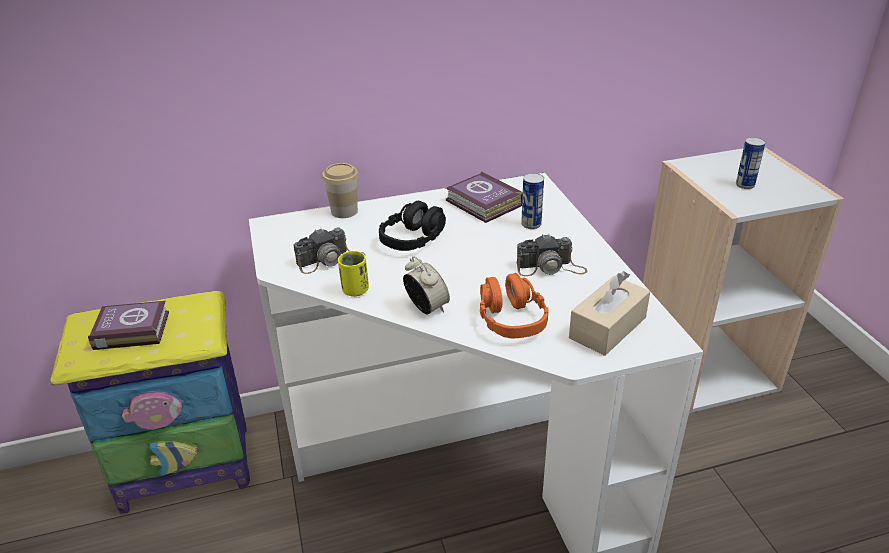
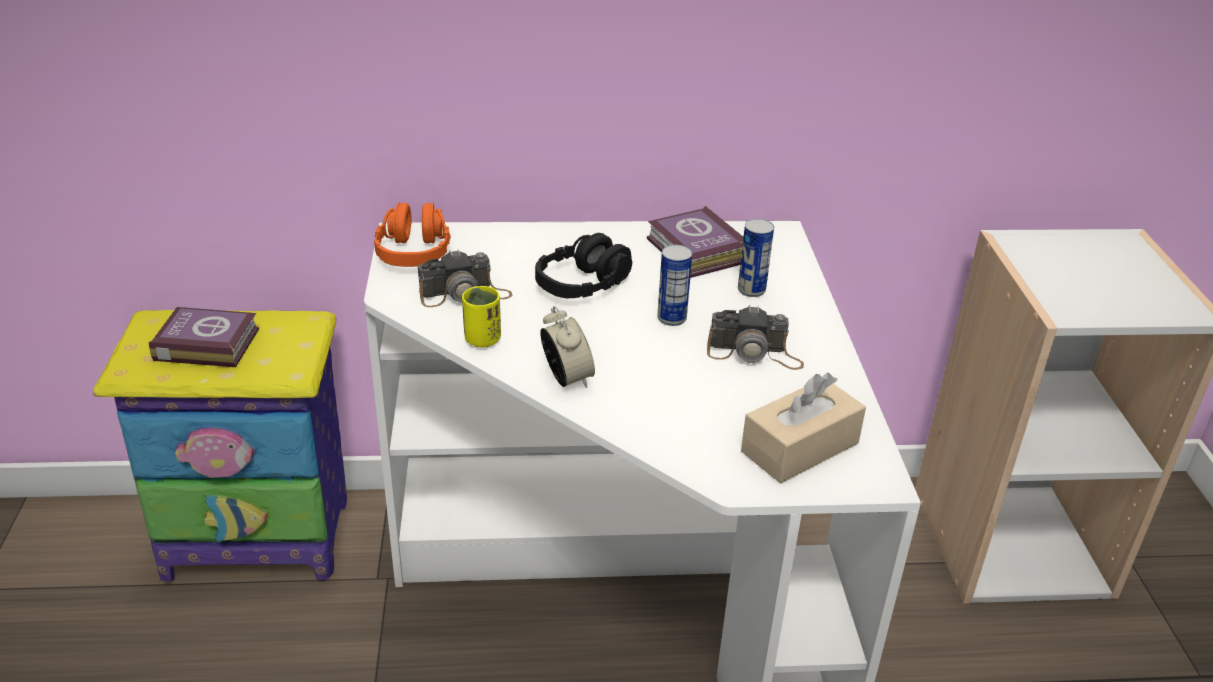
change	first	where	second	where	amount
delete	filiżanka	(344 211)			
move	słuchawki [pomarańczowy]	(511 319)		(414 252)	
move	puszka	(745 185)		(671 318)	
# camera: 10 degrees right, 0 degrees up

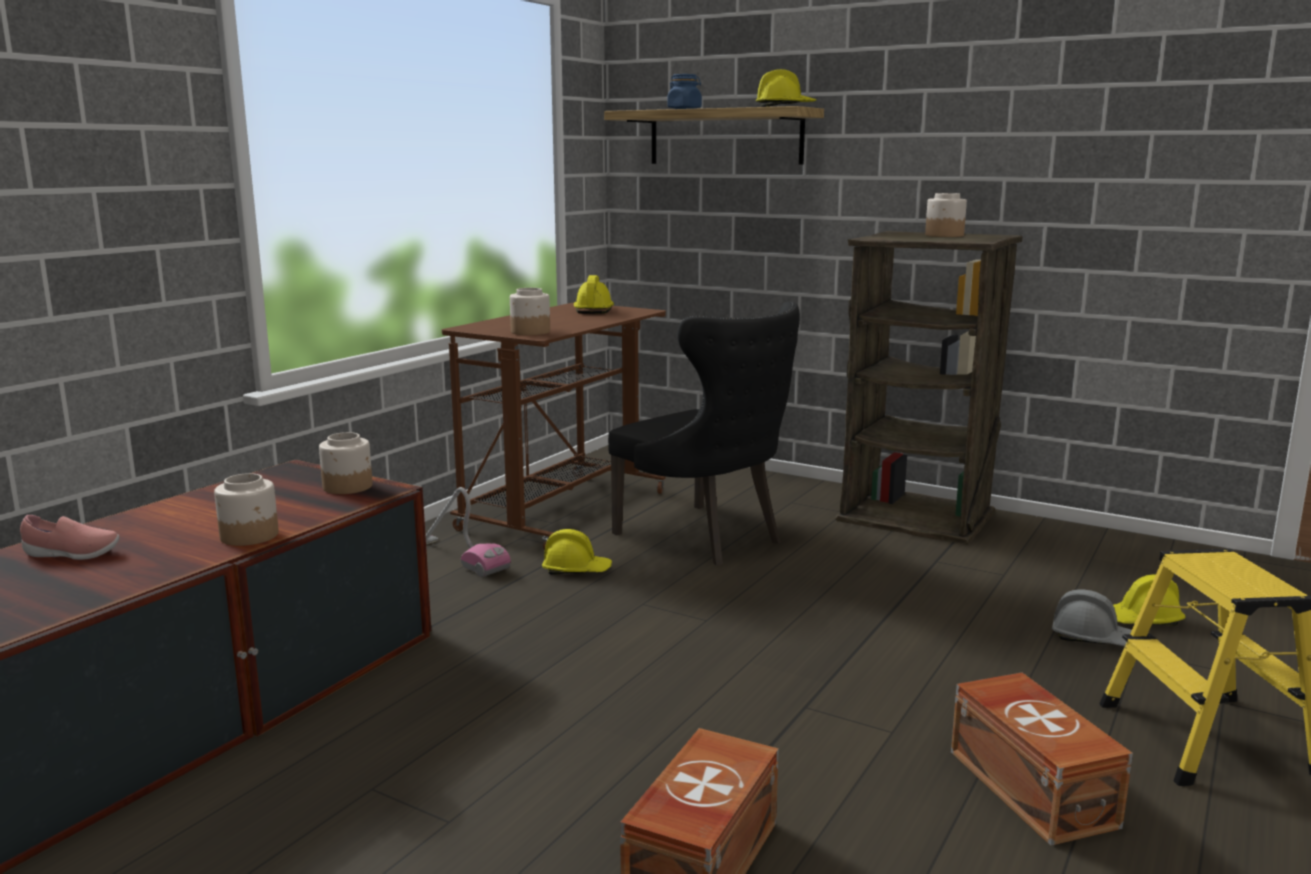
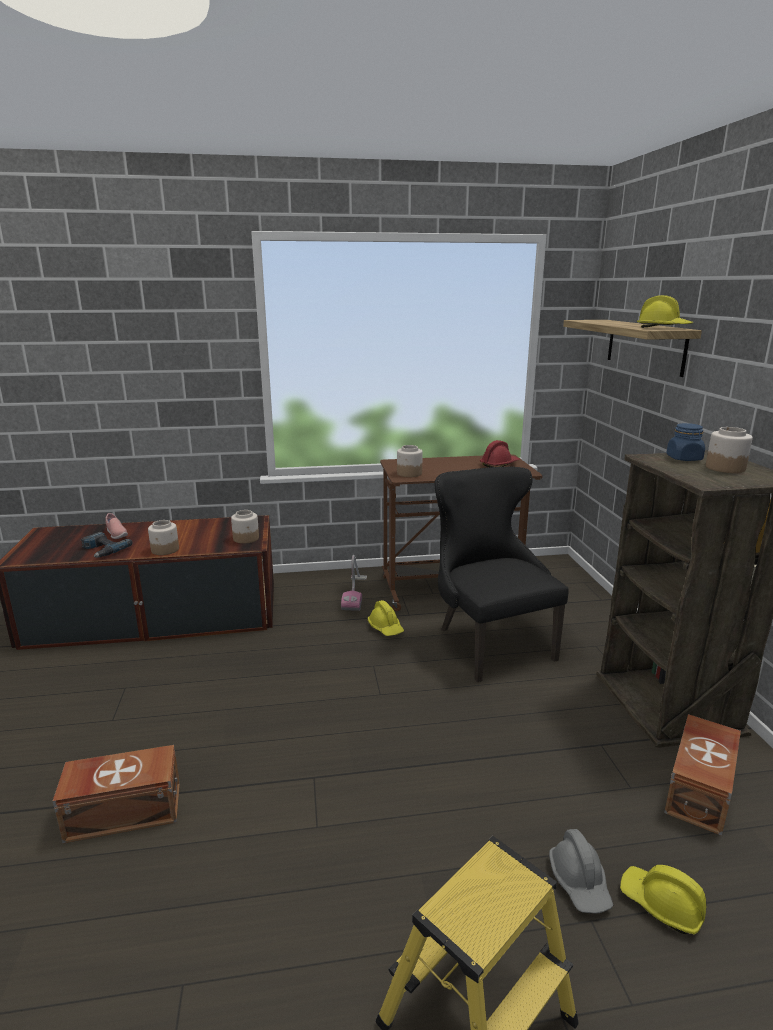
change	first	where	second	where	amount
insert			wiertarka	(102 550)	
move	słoik [niebieski]	(684 109)		(684 458)	
move	pojemnik do przechowywania [brązowy]	(1031 786)		(701 789)	
recolor	kask [żółty]	(594 310)	kask [czerwony]	(499 464)	
rotate	krzesło [czarny]	(706 537)		(489 643)	150 degrees clockwise
# camera: 50 degrees right, 5 degrees up

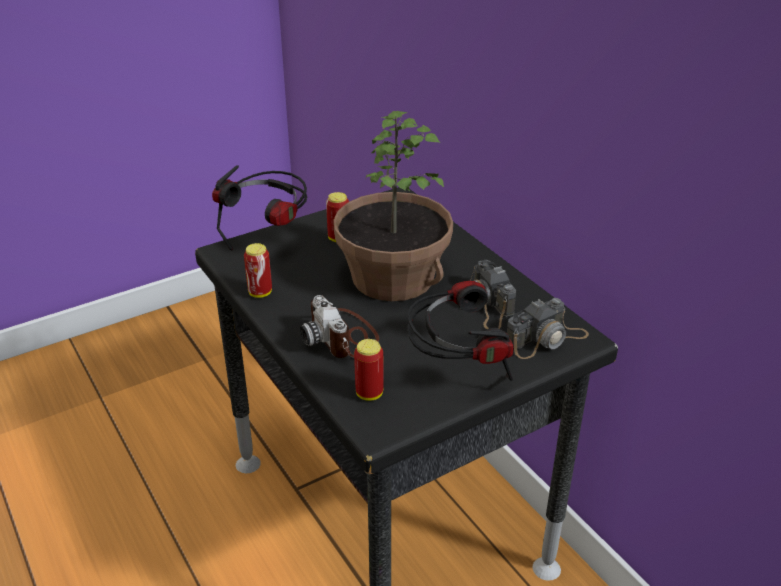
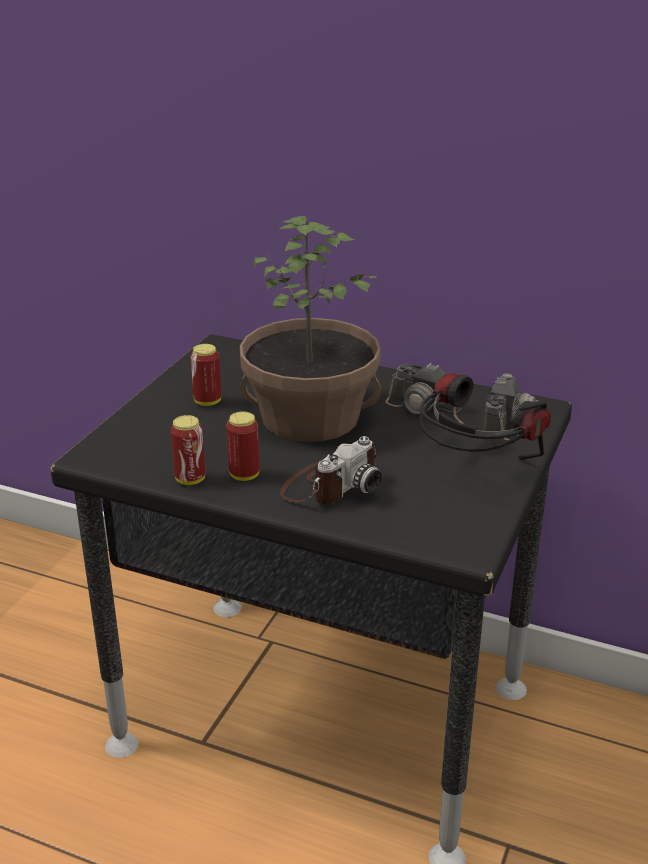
change	first	where	second	where	amount
delete	słuchawki	(269 238)			
move	puszka	(369 393)		(244 475)	
rotate	aparat fotograficzny	(342 336)		(330 485)	75 degrees counterclockwise
# camera: 35 degrees left, 5 degrees down

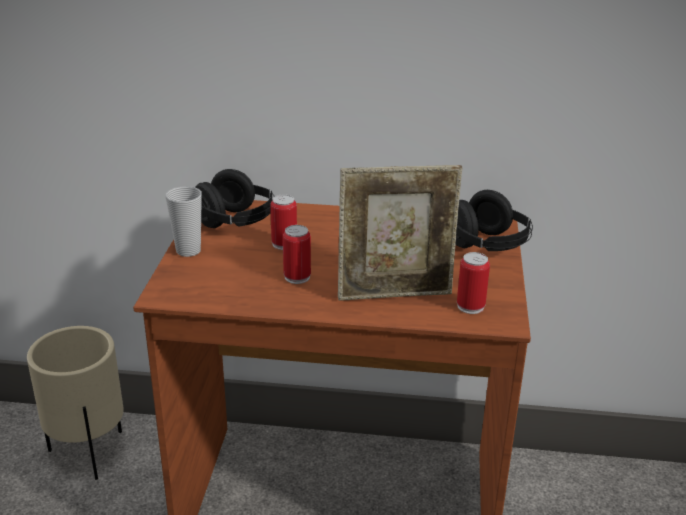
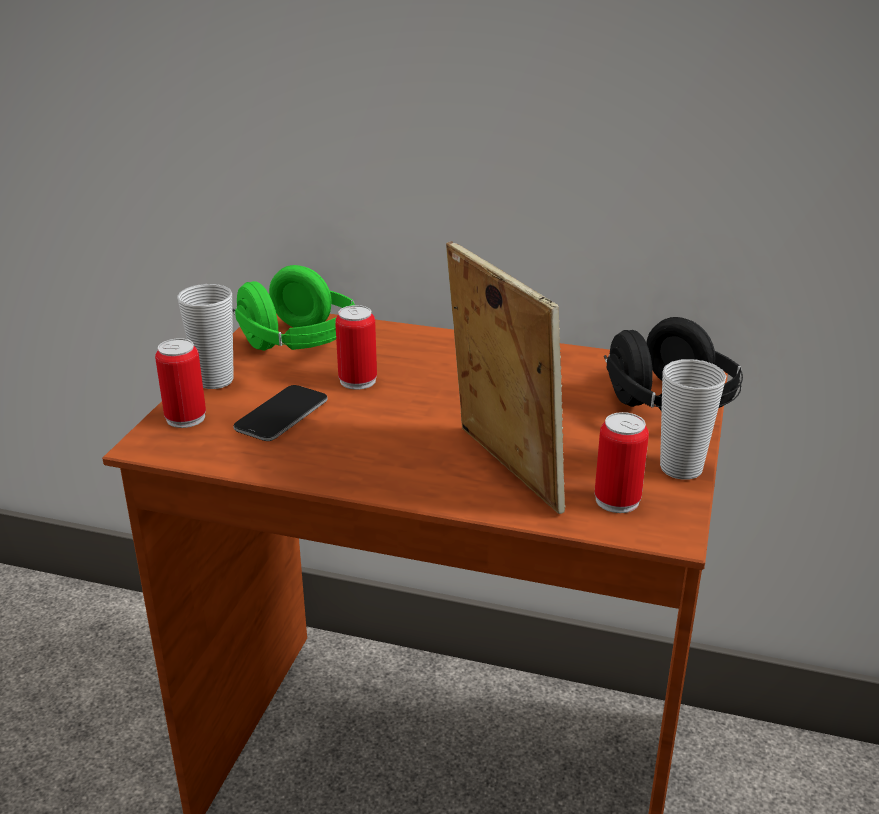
change	first	where	second	where	amount
delete	donica [beżowy]	(90 454)			
insert			telefon	(281 415)	
insert			filiżanka	(681 468)	
move	puszka	(297 277)		(185 418)	
recolor	słuchawki [czarny]	(236 222)	słuchawki [zielony]	(299 345)	
rotate	ramka na zdjęcie	(395 294)		(501 470)	120 degrees counterclockwise
# camera: 10 degrees right, 0 degrees up

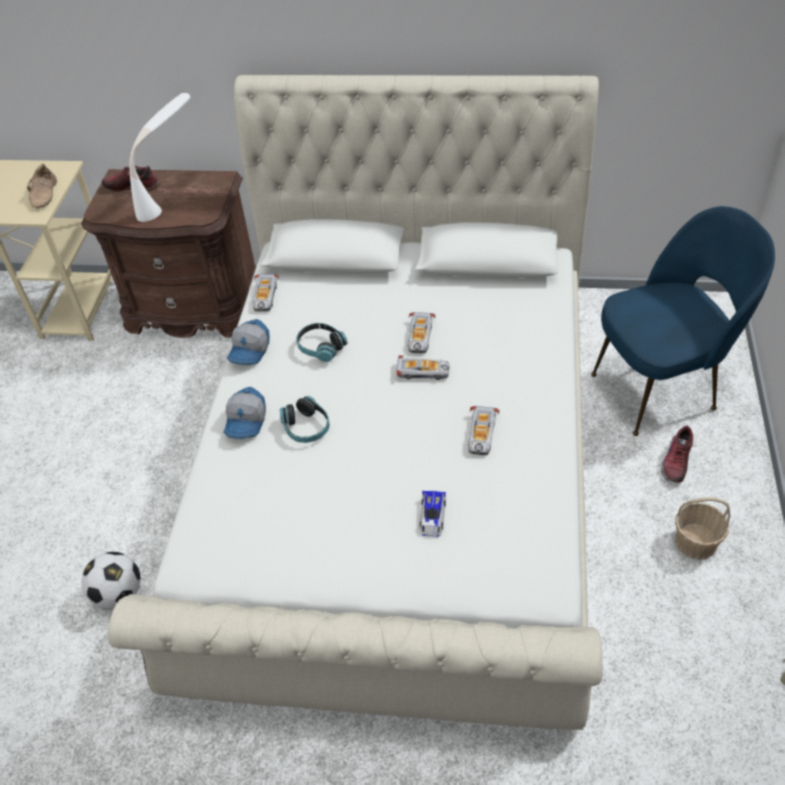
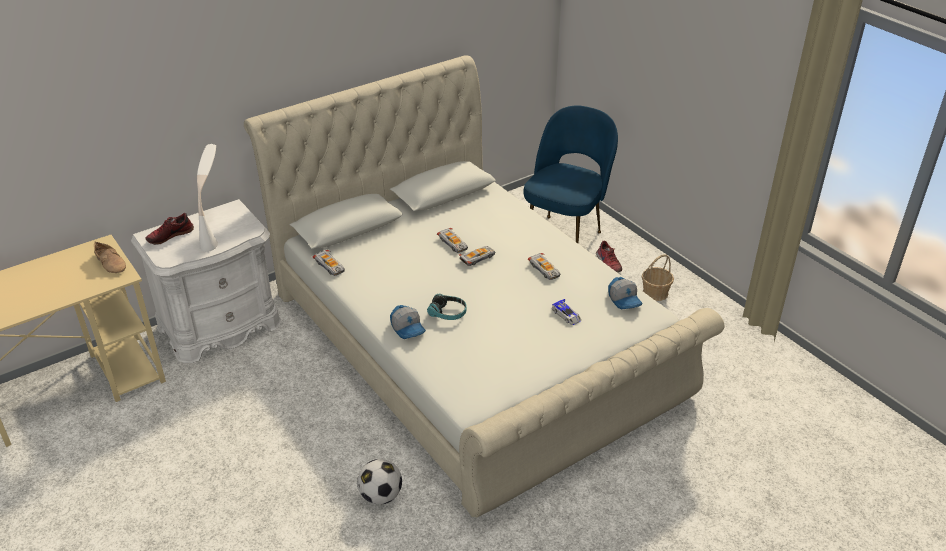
change	first	where	second	where	amount
delete	słuchawki	(321 347)			
move	czapka z daszkiem	(250 350)		(625 300)	
recolor	szafka nocna [brązowy]	(193 309)	szafka nocna [biały]	(223 328)	
# camera: 45 degrees left, 10 degrees down

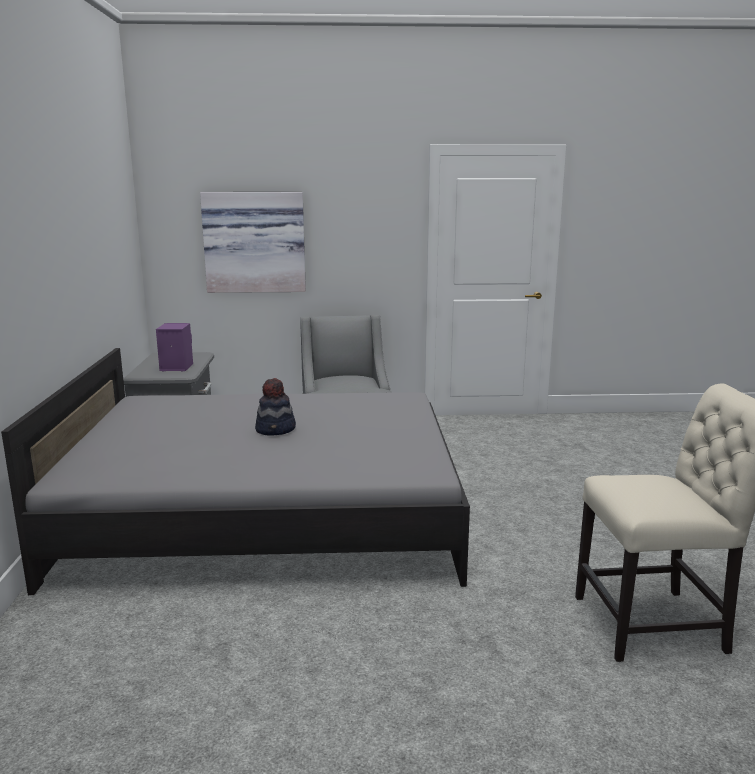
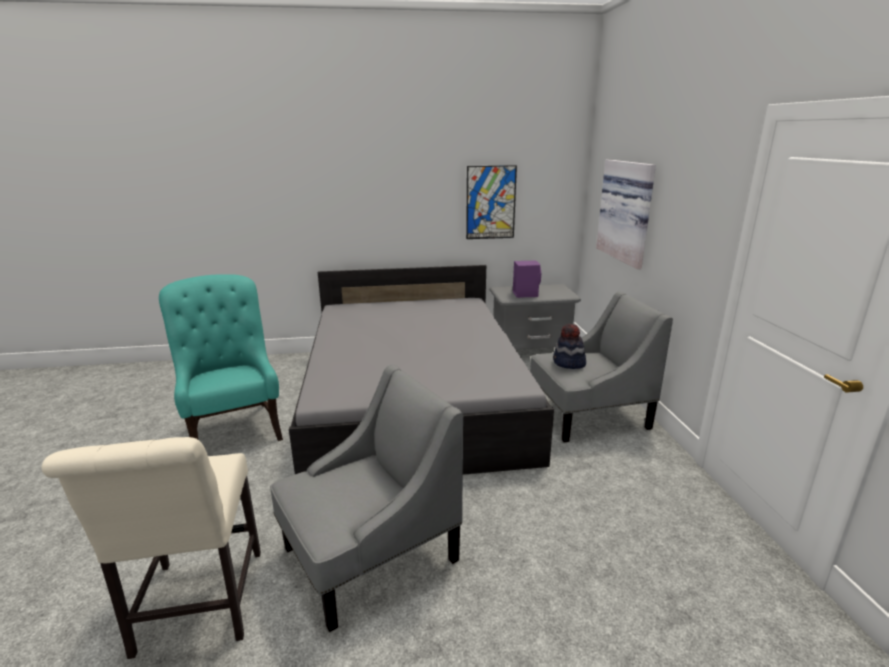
change	first	where	second	where	amount
insert			krzesło [turkusowy]	(234 429)	
insert			fotel [szary]	(370 554)	
insert			obraz	(490 202)	
move	kapelusz	(276 429)		(568 363)	
# camera: 85 degrees right, 5 degrees up

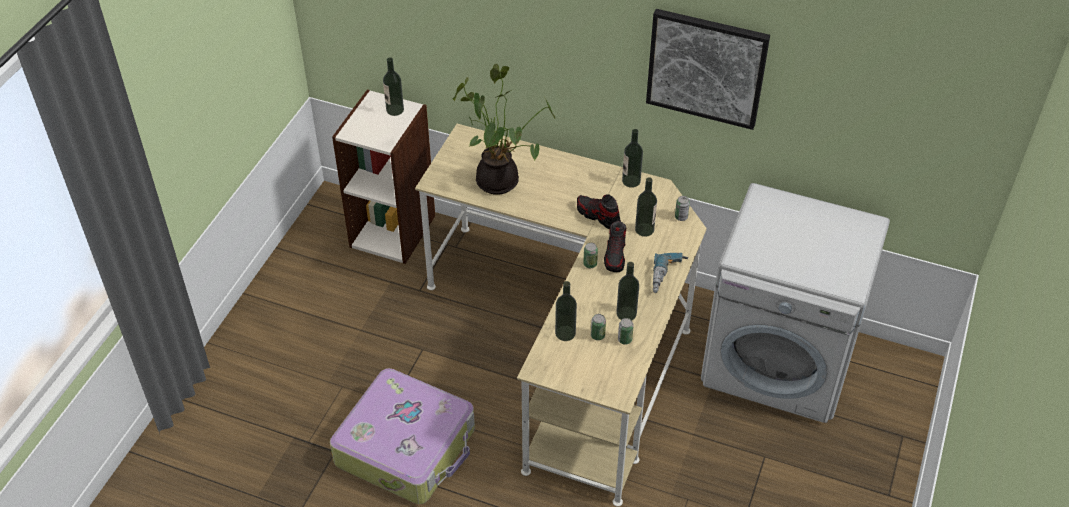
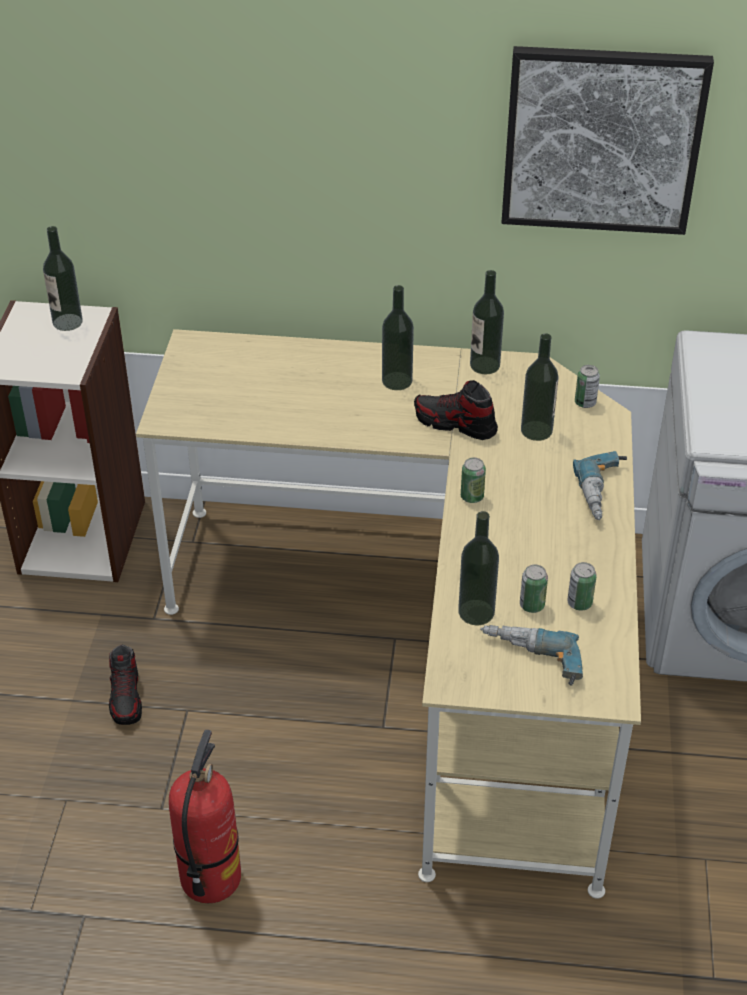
change	first	where	second	where	amount
delete	roślina doniczkowa	(500 180)			
insert			wiertarka	(529 661)	
move	but	(615 255)		(126 698)	
move	butelka	(626 314)		(397 381)	
replace	walizka	(407 446)	gaśnica	(210 878)	
# camera: 15 degrees left, 5 degrees down

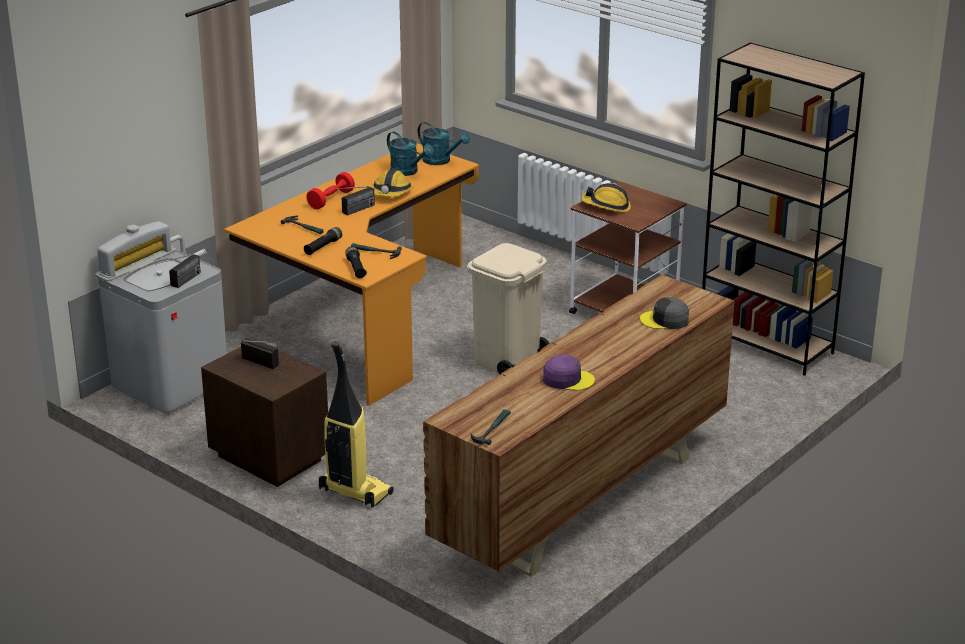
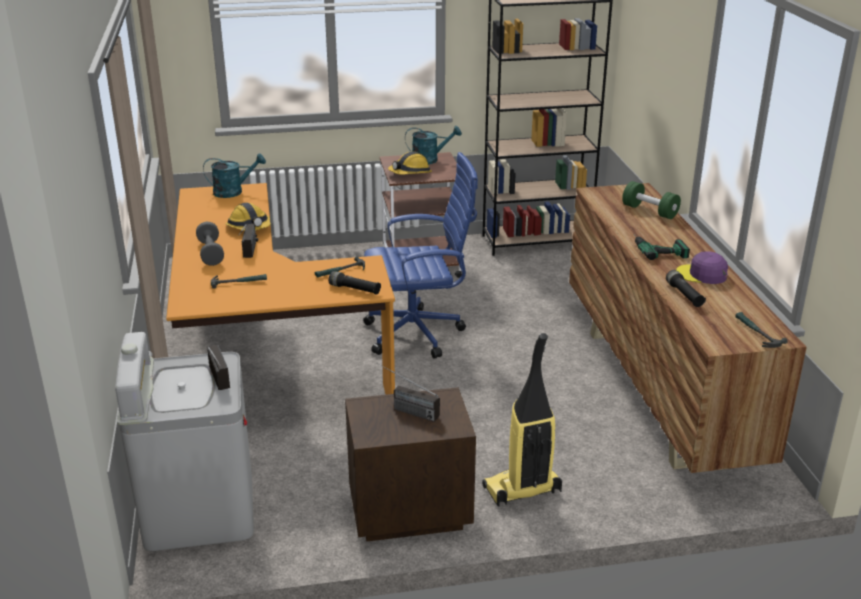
change	first	where	second	where	amount
insert			wiertarka	(657 248)	
move	latarka [czarny]	(323 247)		(684 295)	
move	konewka [turkusowy]	(408 172)		(430 160)	
replace	kosz na śmieci [beżowy]	(507 360)	krzesło biurowe [niebieski]	(418 333)	
replace	czapka z daszkiem [szary]	(665 320)	hantel [zielony]	(649 211)	
recolor	hantel [czerwony]	(331 200)	hantel [szary]	(210 253)	
rotate	radio	(269 364)		(405 409)	135 degrees counterclockwise
rotate	czapka z daszkiem [fioletowy]	(567 379)		(702 274)	120 degrees counterclockwise
# camera: 50 degrees left, 0 degrees up

